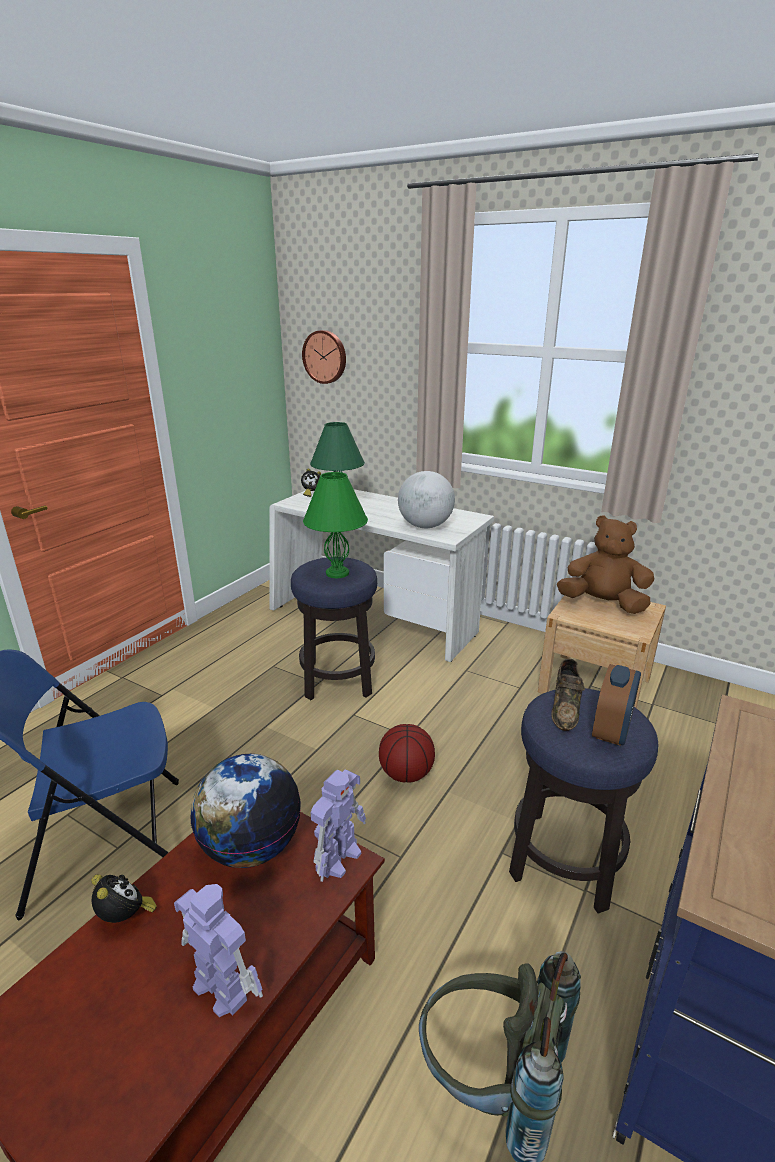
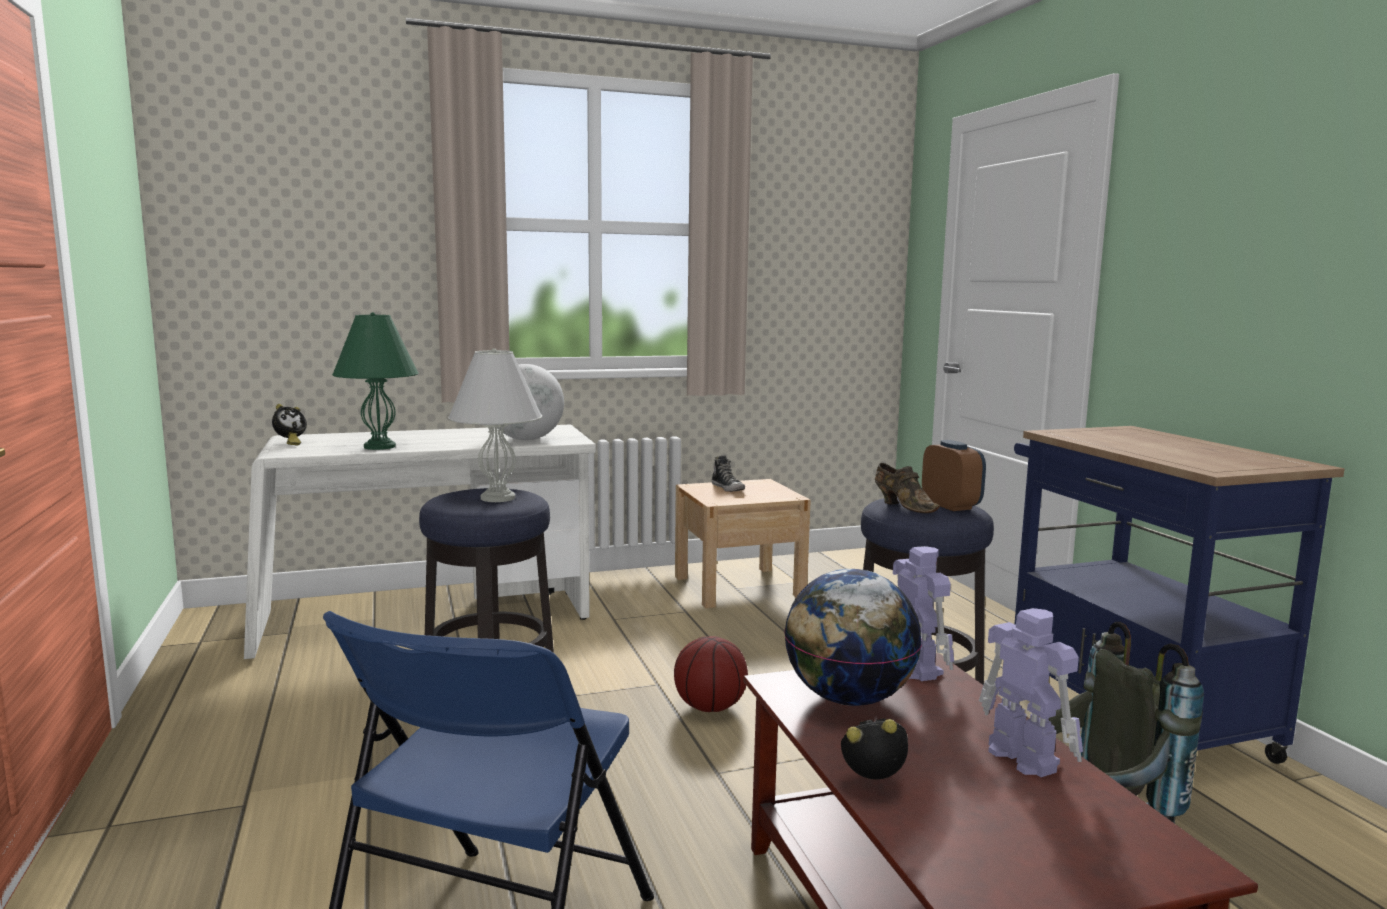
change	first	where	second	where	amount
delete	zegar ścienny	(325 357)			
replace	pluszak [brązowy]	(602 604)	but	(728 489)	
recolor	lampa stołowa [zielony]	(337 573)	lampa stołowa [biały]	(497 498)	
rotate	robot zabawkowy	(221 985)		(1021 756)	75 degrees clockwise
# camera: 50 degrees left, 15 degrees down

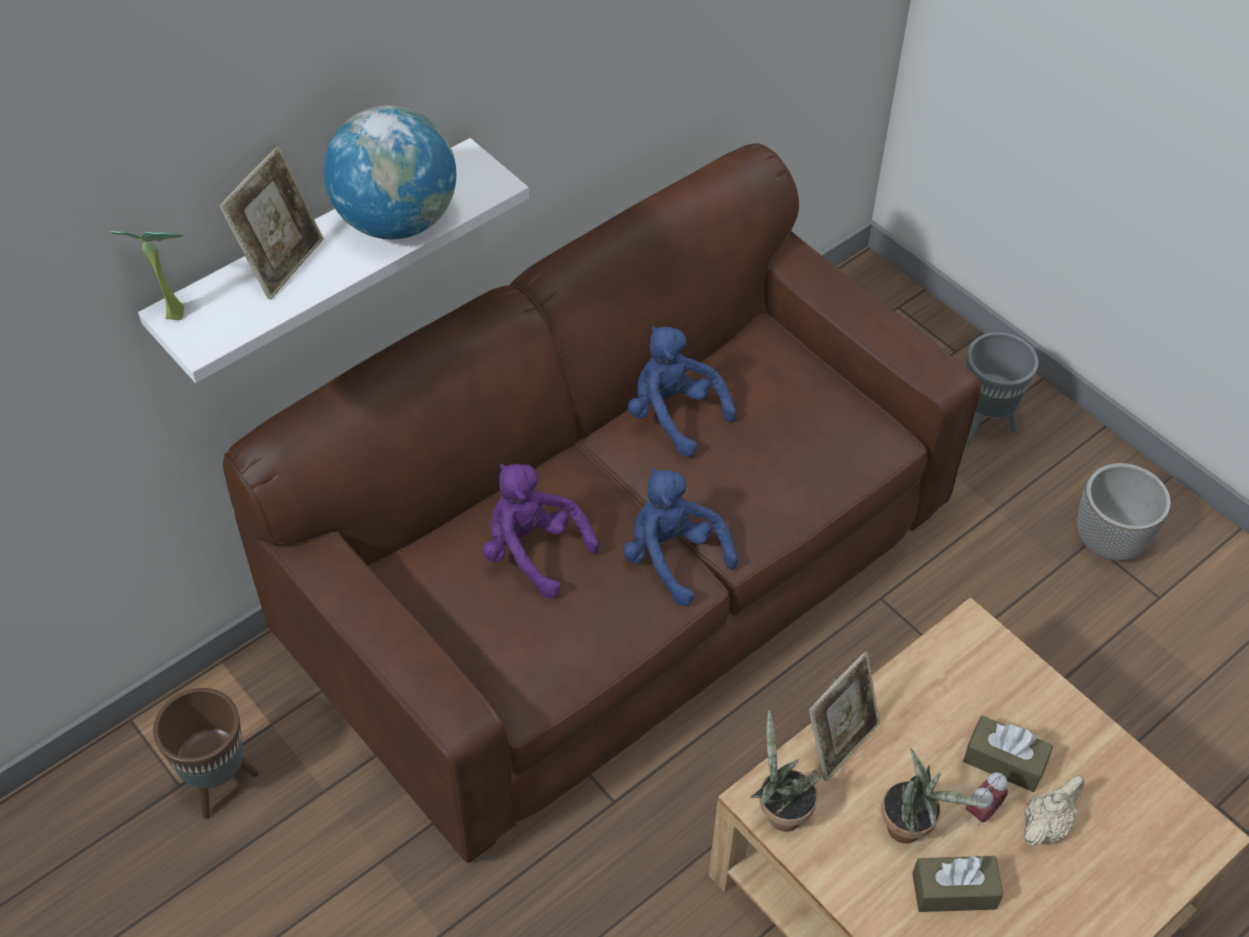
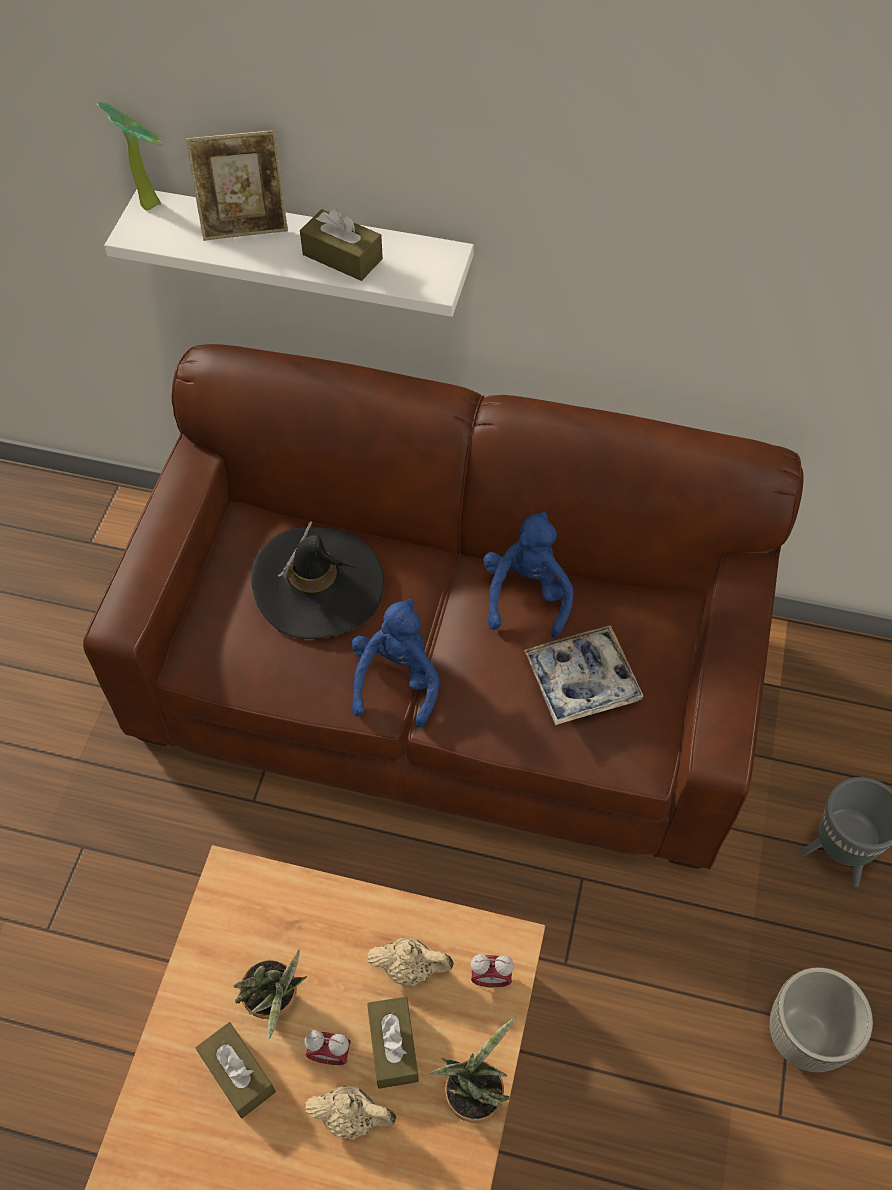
change	first	where	second	where	amount
delete	donica [brązowy]	(220 784)			
delete	ramka na zdjęcie	(839 741)			
insert			imbryk [beżowy]	(411 967)	
insert			budzik	(490 978)	
insert			taca	(581 681)	
move	roślina doniczkowa	(780 812)		(474 1093)	
replace	globus	(396 221)	pudełko chusteczek [brązowy]	(342 257)	
replace	pluszak [fioletowy]	(532 551)	kapelusz [czarny]	(318 585)	
# camera: 55 degrees right, 5 degrees up

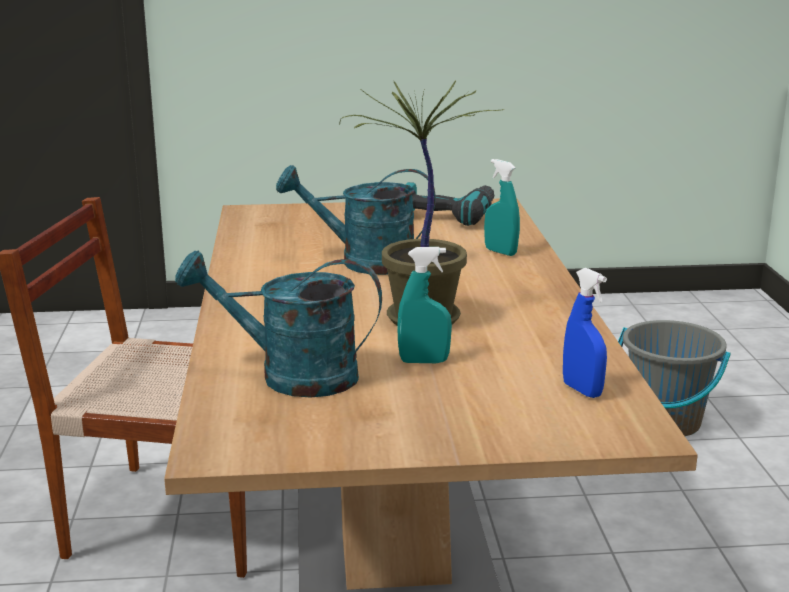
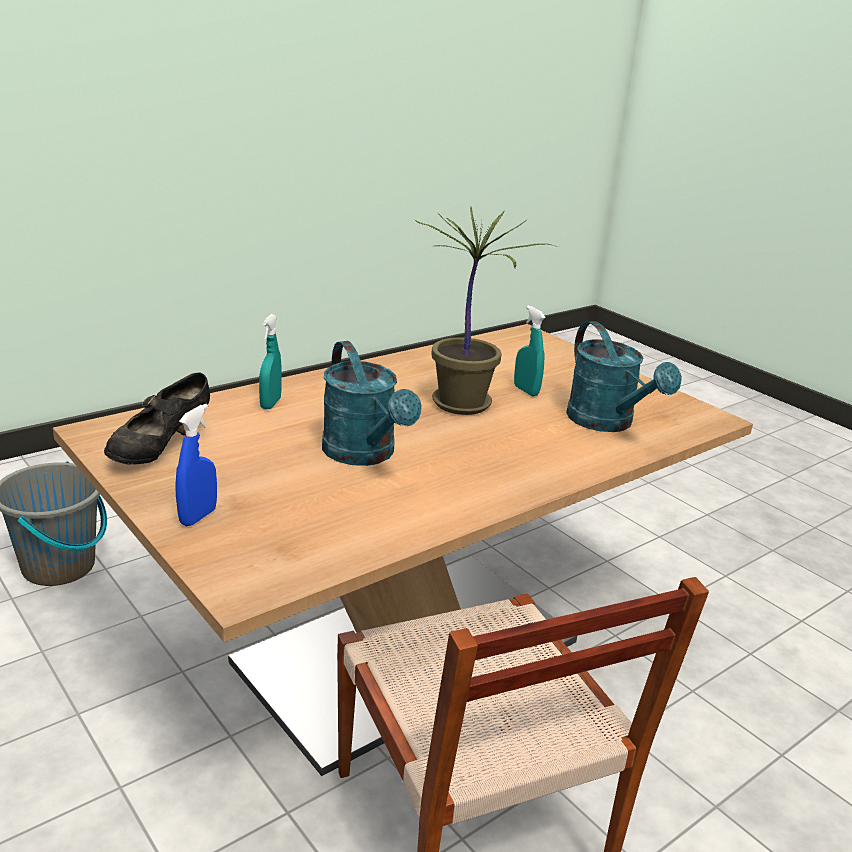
change	first	where	second	where	amount
move	spryskiwacz [niebieski]	(582 390)		(198 517)	
replace	wiertarka	(447 215)	but [czarny]	(160 449)	
# camera: 125 degrees left, 5 degrees up

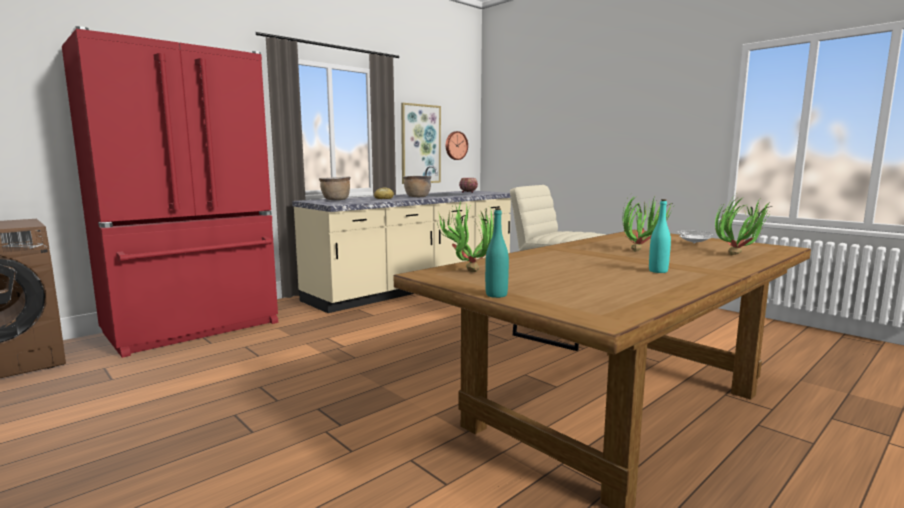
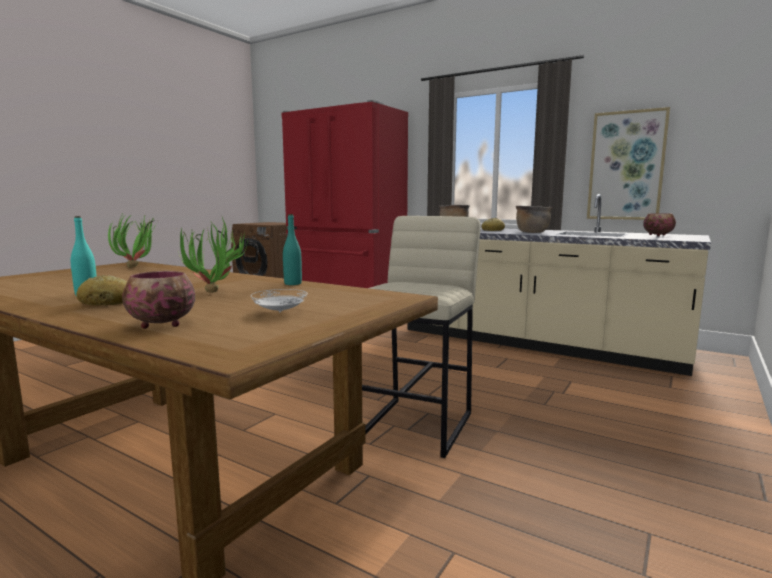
change	first	where	second	where	amount
delete	zegar ścienny	(455 145)			
insert			chleb	(108 302)	
move	butelka [turkusowy]	(496 295)		(293 283)	
replace	roślina doniczkowa	(741 255)	miska	(161 324)	
# camera: 75 degrees right, 0 degrees up

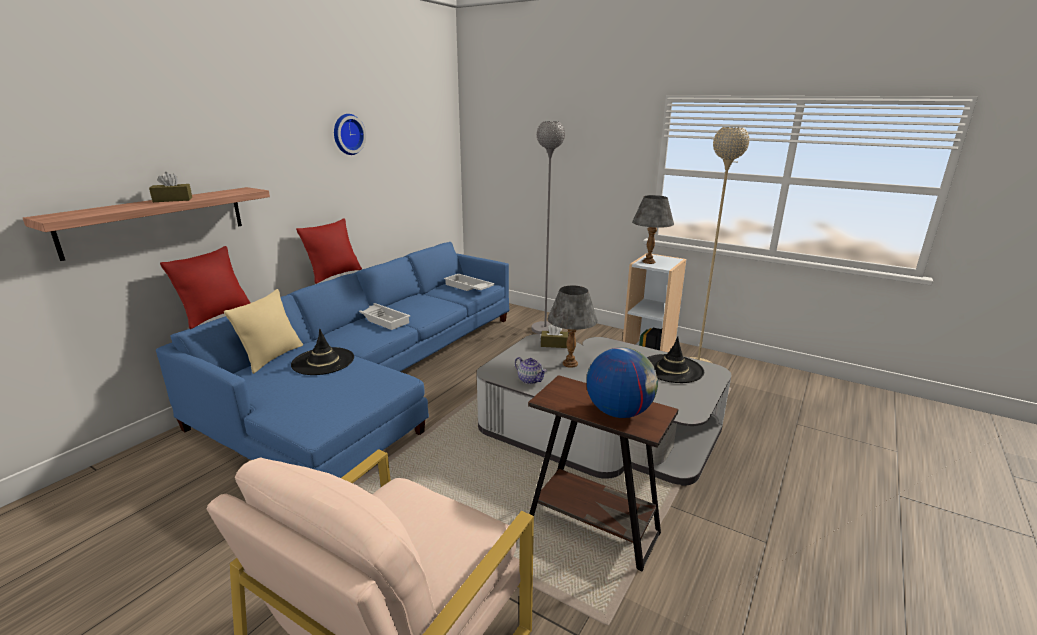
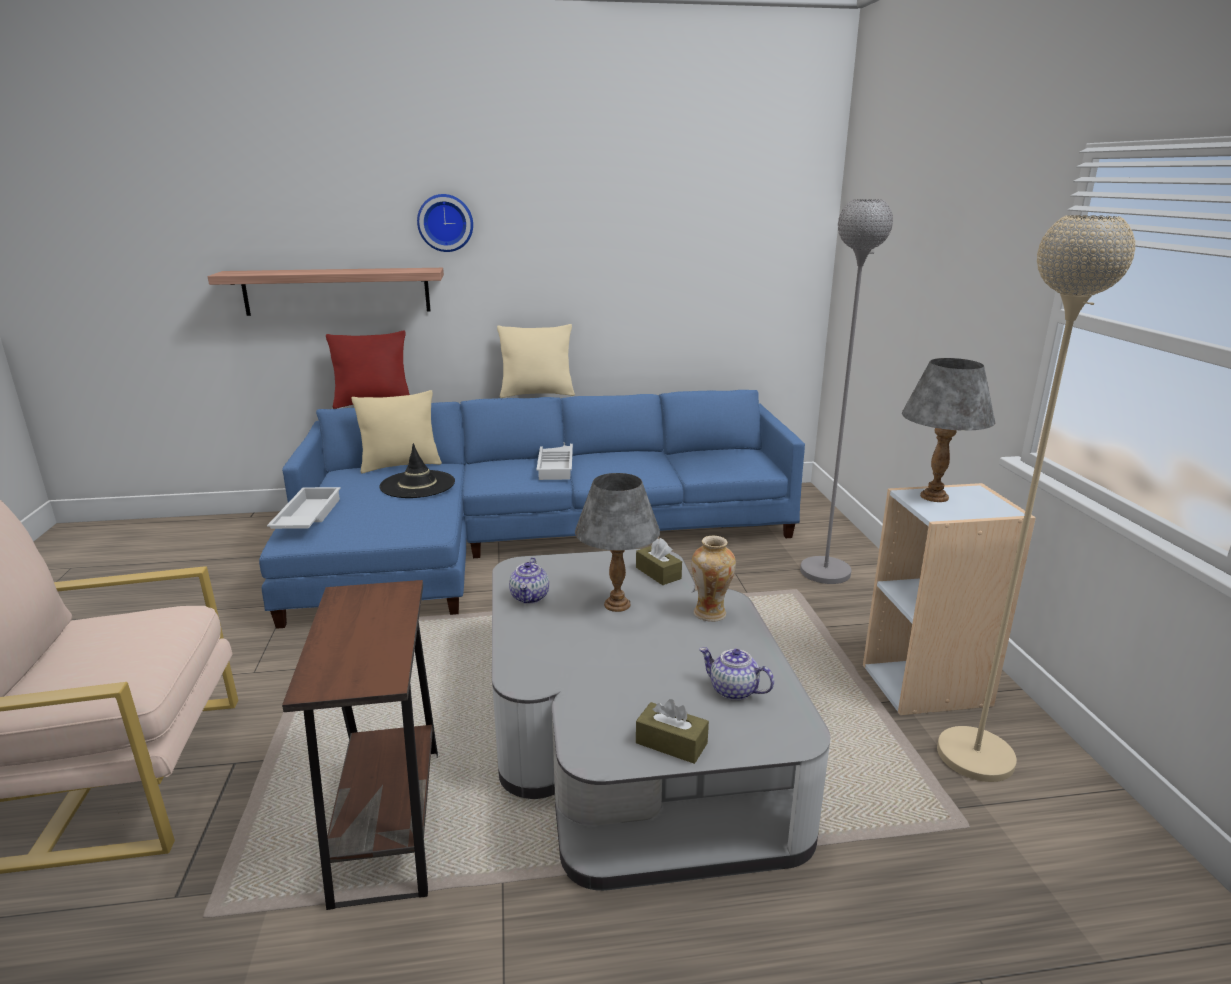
change	first	where	second	where	amount
delete	globus	(618 412)			
insert			wazon	(710 614)	
move	pudełko chusteczek [brązowy]	(173 200)		(671 743)	
move	zegar ścienny	(347 134)		(445 223)	
move	taca [biały]	(468 287)		(306 517)	
replace	kapelusz [czarny]	(672 369)	imbryk	(733 690)	
recolor	poduszka [czerwony]	(334 275)	poduszka [beżowy]	(537 394)	
# camera: 50 degrees right, 0 degrees up

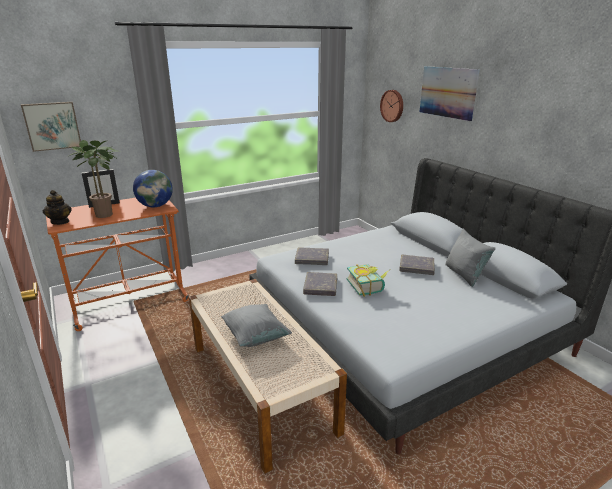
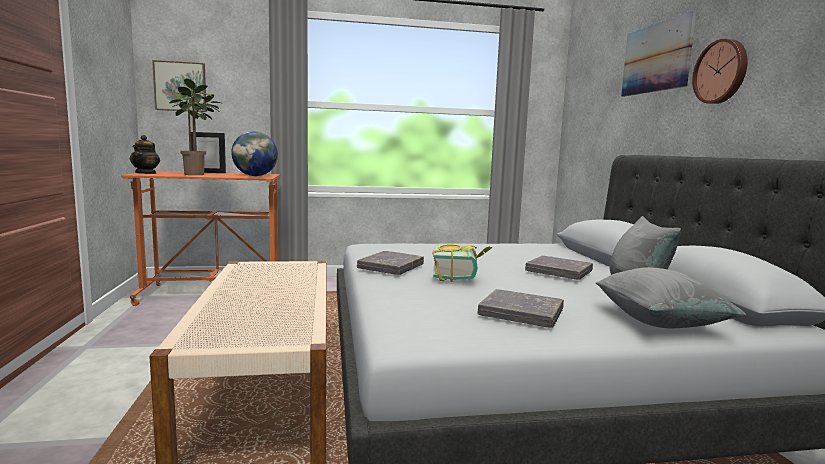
change	first	where	second	where	amount
move	poduszka [szary]	(255 337)		(659 323)	
move	książka [szary]	(312 259)		(521 314)	
move	zegar ścienny	(392 106)		(721 72)	
# camera: 20 degrees right, 15 degrees down

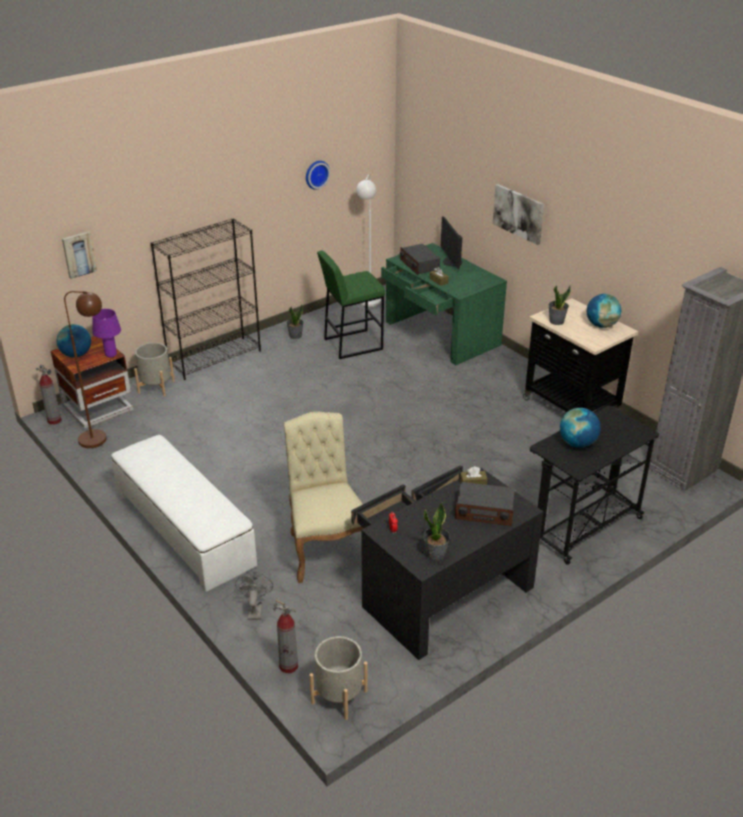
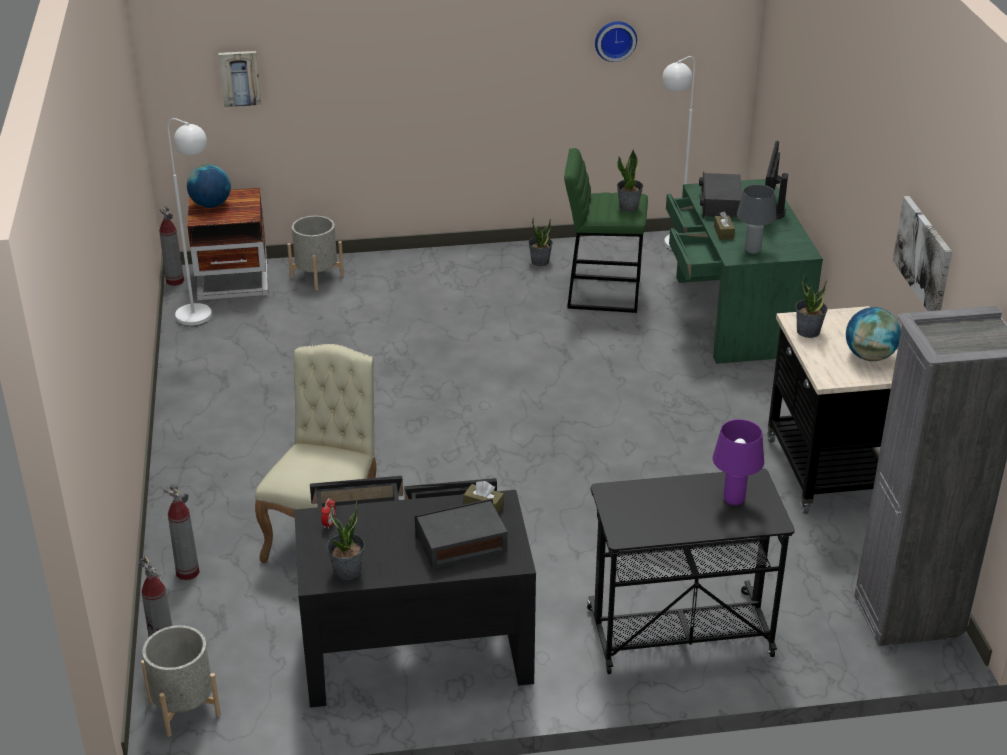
change	first	where	second	where	amount
delete	ławka [biały]	(183 528)			
delete	regał [czarny]	(215 358)			
delete	globus	(577 443)			
insert			roślina doniczkowa	(629 207)	
insert			lampa stołowa [szary]	(753 250)	
move	lampa stołowa [fioletowy]	(111 355)		(733 501)	
move	obraz	(518 213)		(924 256)	
replace	wentylator [szary]	(255 609)	gaśnica	(187 572)	
recolor	lampa stojąca [brązowy]	(101 440)	lampa stojąca [biały]	(202 320)	
rotate	radio	(484 511)		(461 544)	120 degrees clockwise
# camera: 30 degrees right, 0 degrees up

